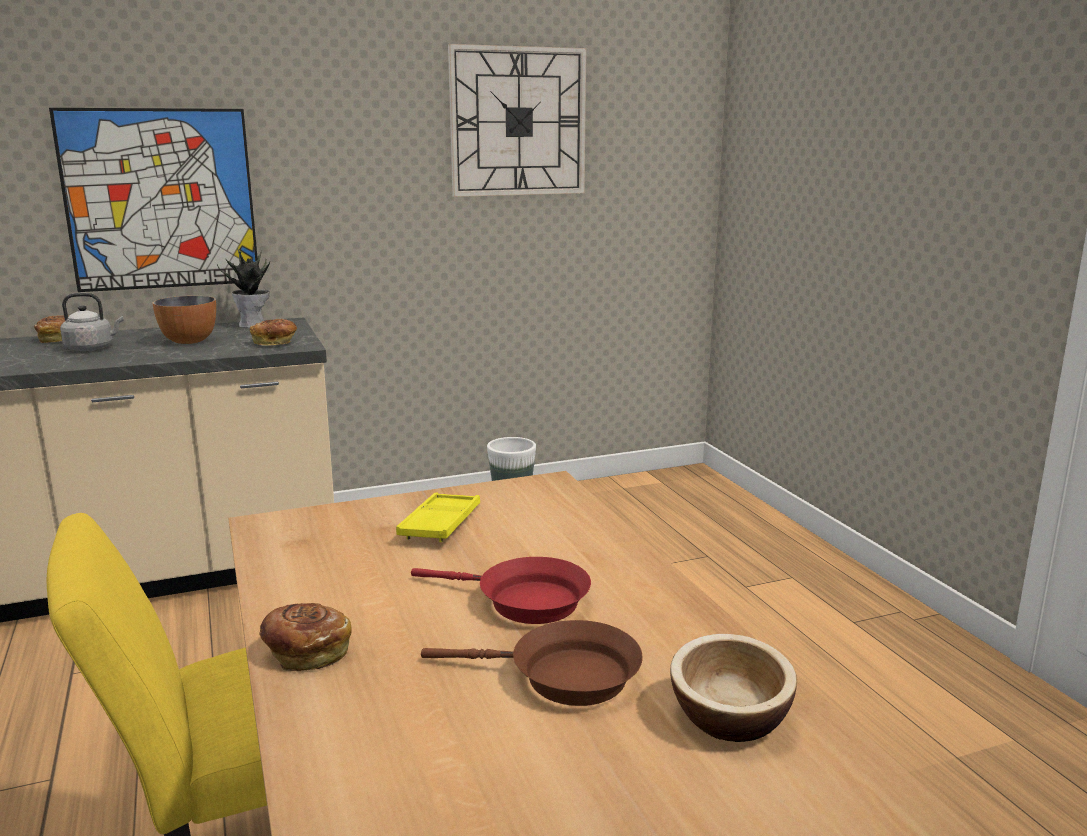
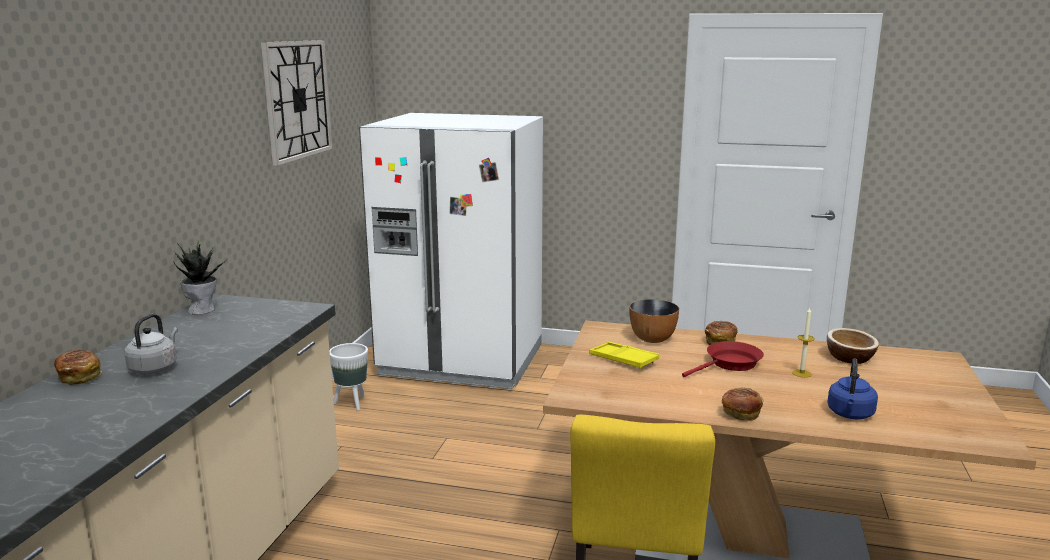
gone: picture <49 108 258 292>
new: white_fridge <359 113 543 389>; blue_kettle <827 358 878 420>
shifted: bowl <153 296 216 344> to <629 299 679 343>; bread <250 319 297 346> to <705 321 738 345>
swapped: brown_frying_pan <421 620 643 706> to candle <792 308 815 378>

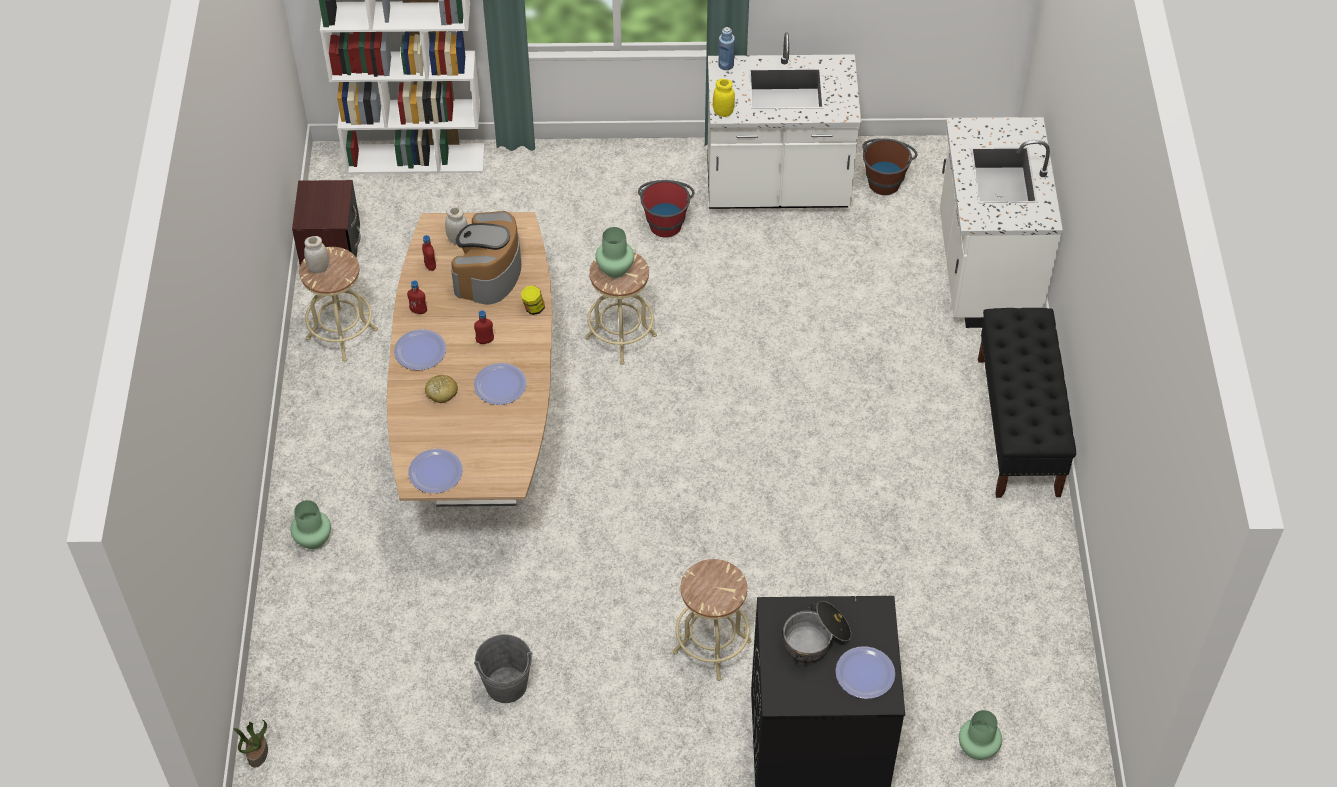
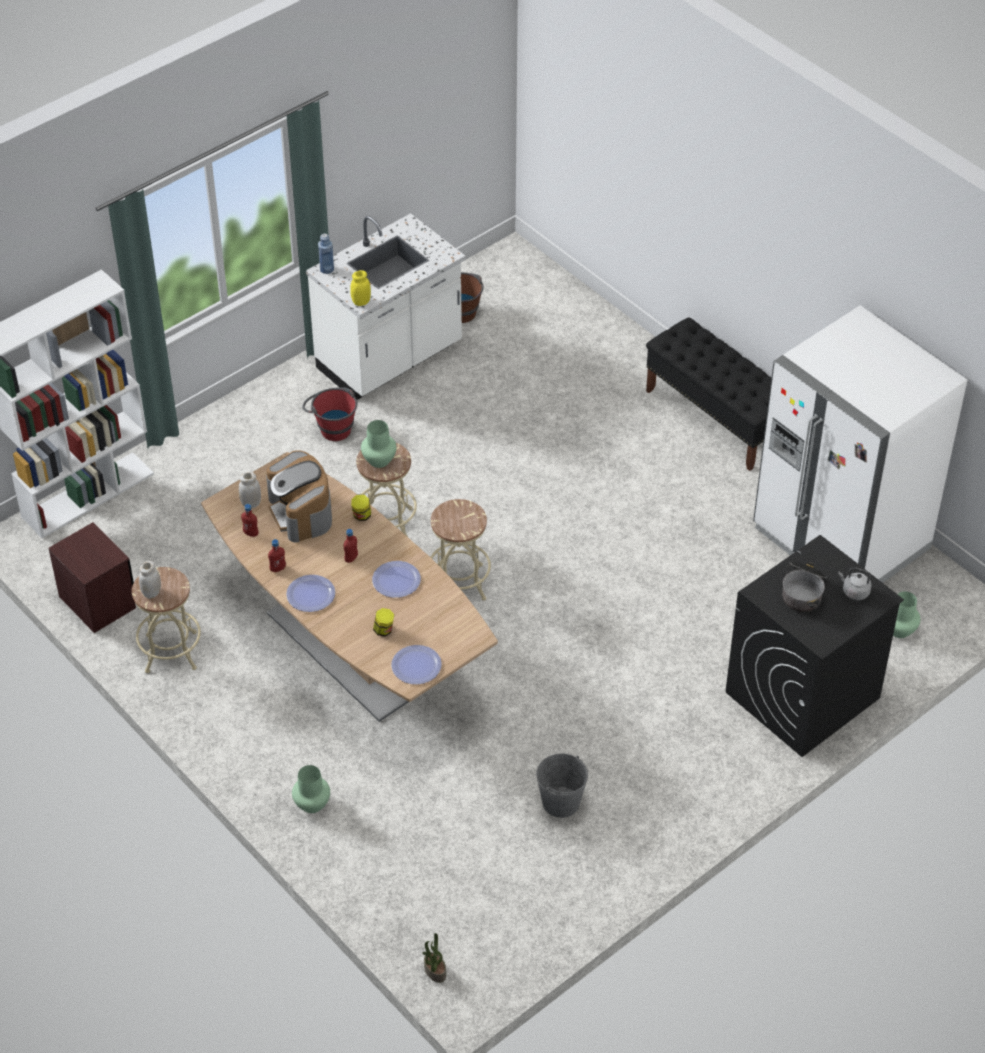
gone: bread <425 375 458 403>; white_counter <940 117 1063 328>
new: jar <373 608 394 637>; white_fridge <753 305 967 583>
shifted: beige_stool <672 559 752 681> to <430 499 491 601>
swapped: plate <836 646 895 699> to grey_kettle <838 567 872 600>

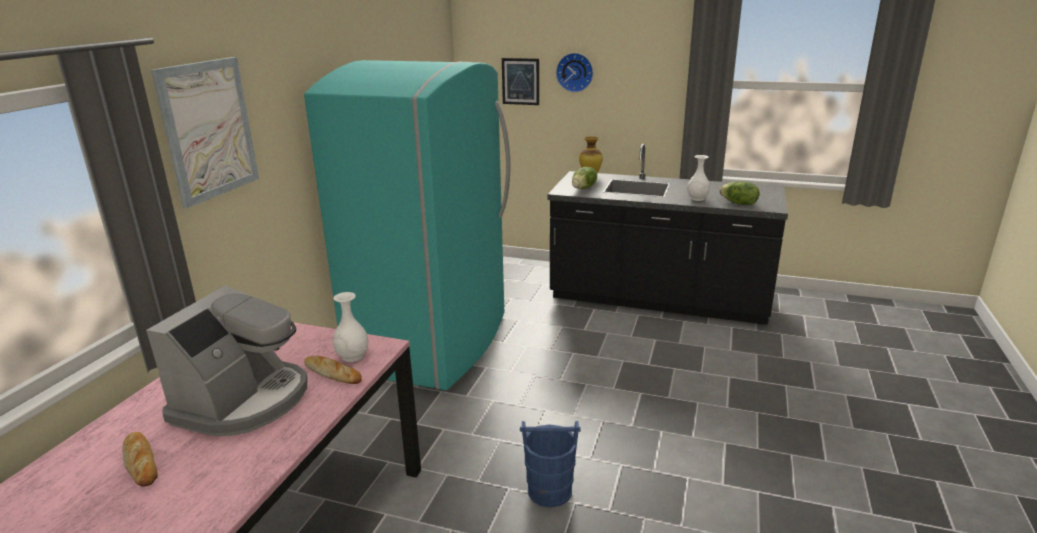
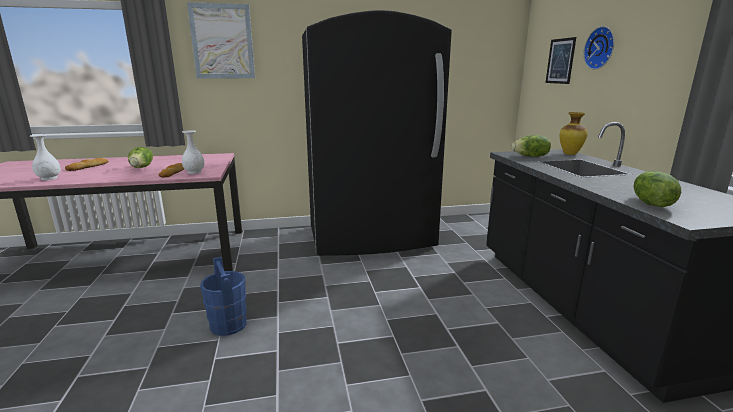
shifted: white_vase <687 155 710 201> to <30 134 61 180>
swapped: coffee_machine <146 286 308 436> to lettuce <128 147 153 168>
repainted: turquoise_fridge <304 60 511 390> to black_fridge <302 10 452 256>

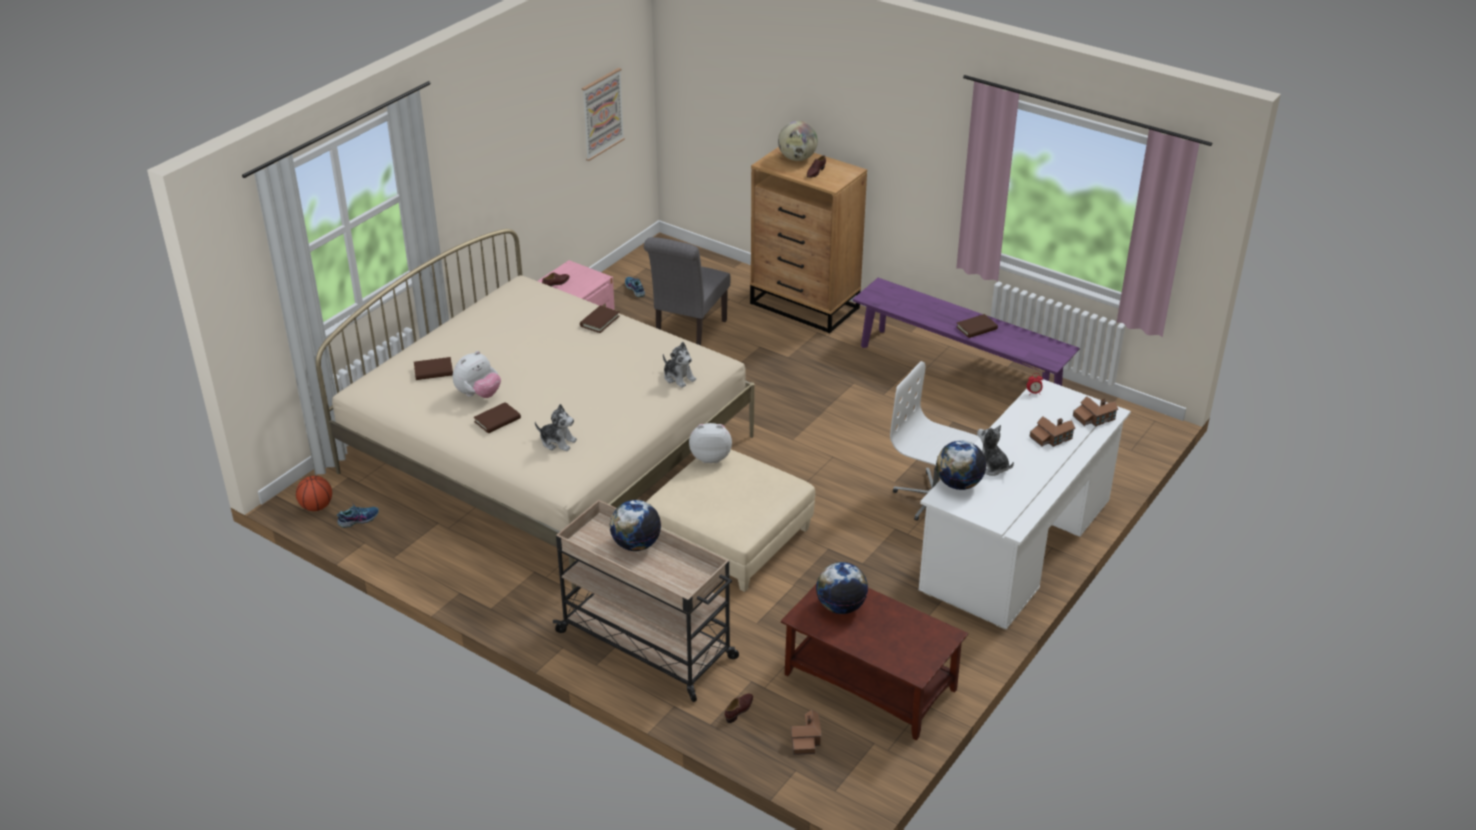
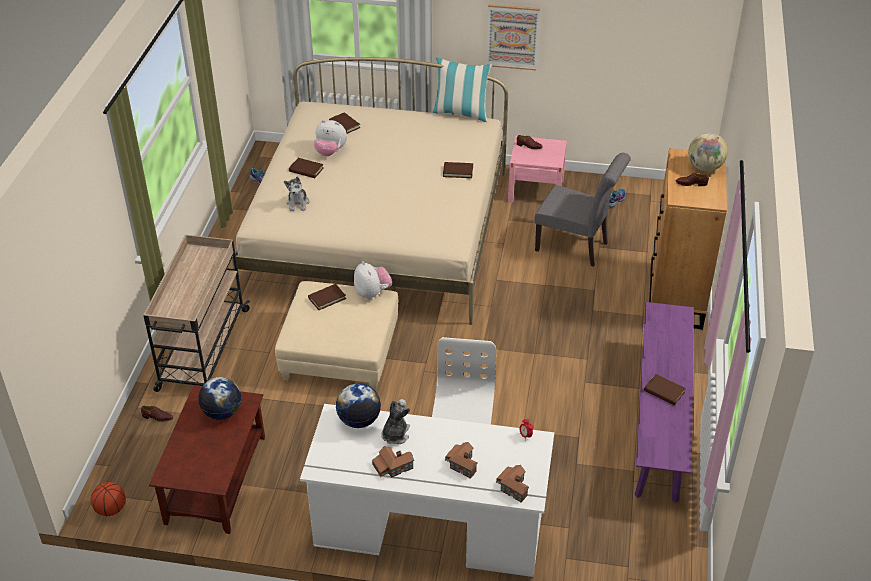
gone: globe <609 500 661 551>; plush_toy <663 342 696 388>
new: brown_book <308 284 346 310>; pillow <433 57 492 122>
shifted: basketball <296 476 332 511> to <91 482 126 516>; picture <582 68 625 161> to <486 4 540 70>; toy_house <791 710 822 755> to <372 446 414 478>
rotated: grey_chair <644 237 730 346> = <535 153 631 267> 150 degrees counterclockwise

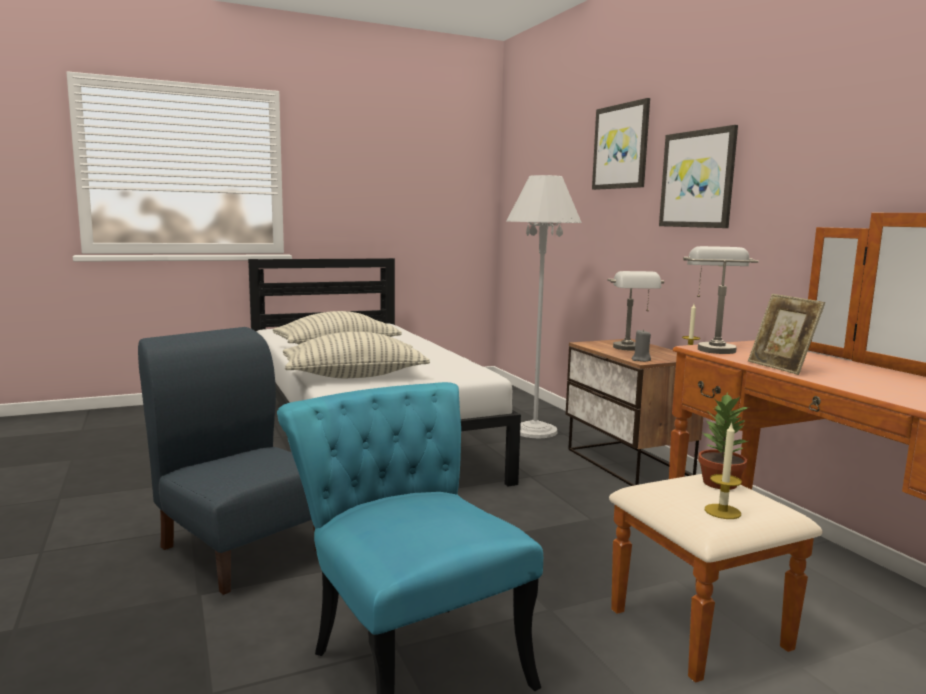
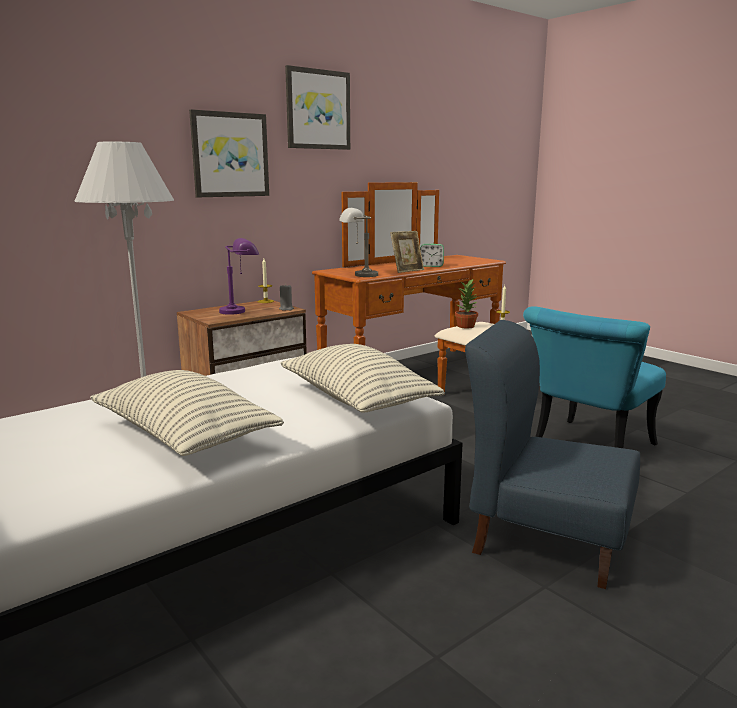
new: alarm_clock <420 244 444 267>
shifted: picture <592 98 650 190> to <285 65 350 150>
repainted: grey_table_lamp <607 271 664 351> to purple_table_lamp <219 238 259 315>
rotated: blue_chair <138 327 316 595> = <465 320 640 589> 90 degrees clockwise

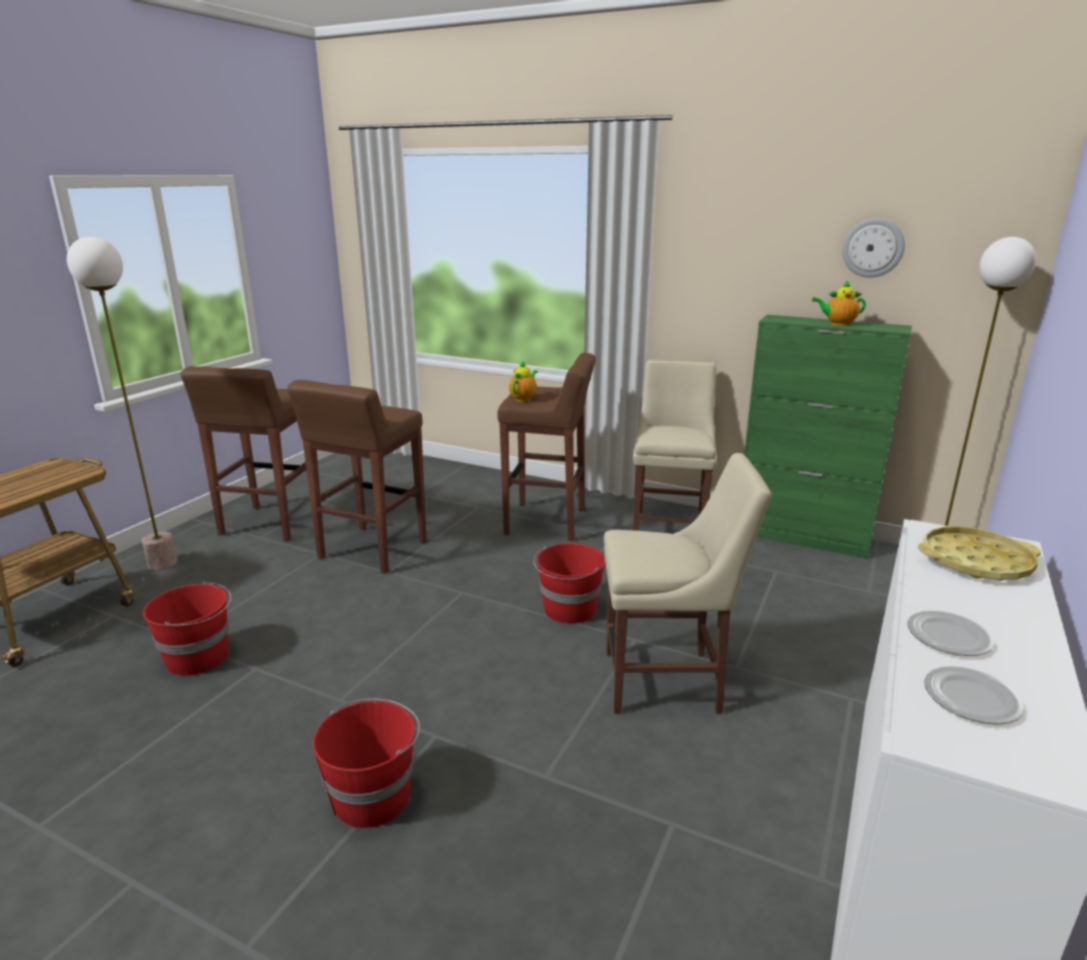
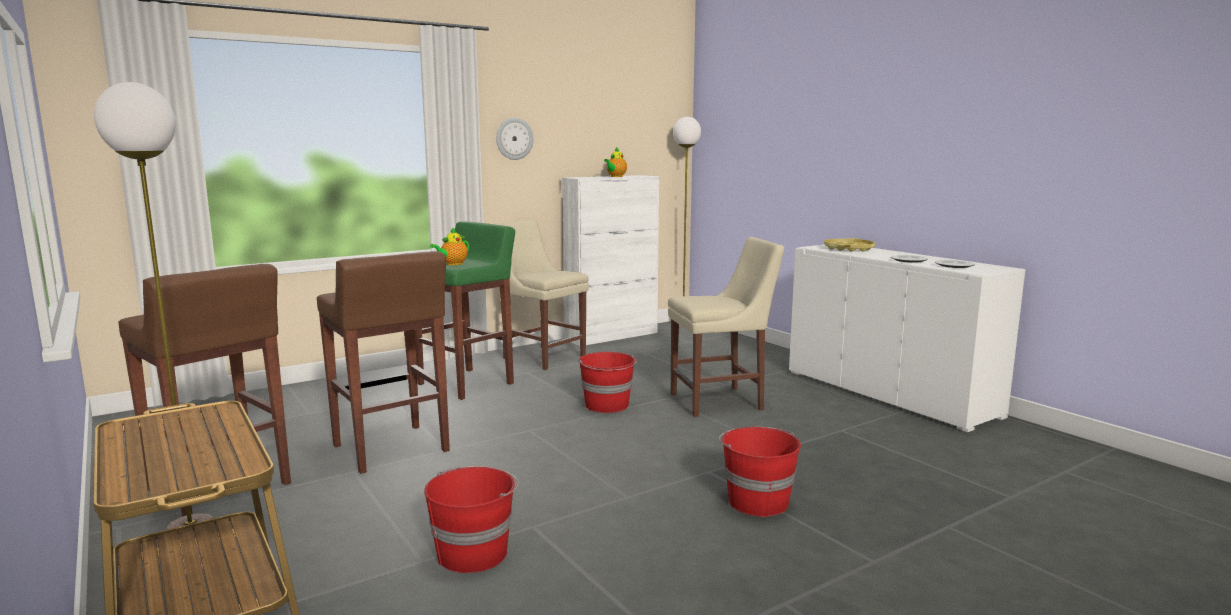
shifted: wall_clock <842 218 905 278> to <496 118 533 160>
repainted: brown_stool <497 353 596 541> to green_stool <415 221 515 400>; green_cabinet <744 315 912 559> to white_cabinet <562 175 659 346>
rotated: teapot <509 361 538 402> = <430 227 469 265> 105 degrees counterclockwise; beige_chair <604 453 772 714> = <668 237 784 417> 45 degrees clockwise

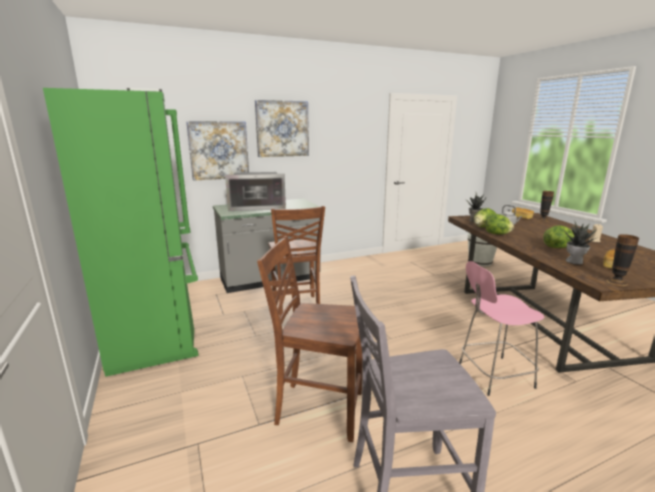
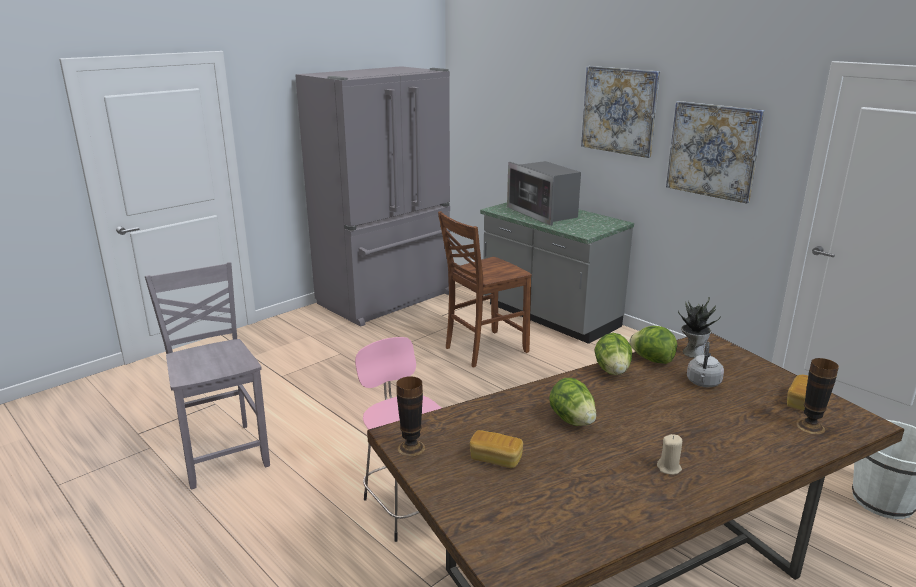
gone: brown_chair <257 236 362 442>; potted_plant <564 220 597 264>
shifted: picture <186 121 249 181> to <666 101 765 204>
repainted: green_fridge <43 88 199 377> to grey_fridge <295 66 450 327>

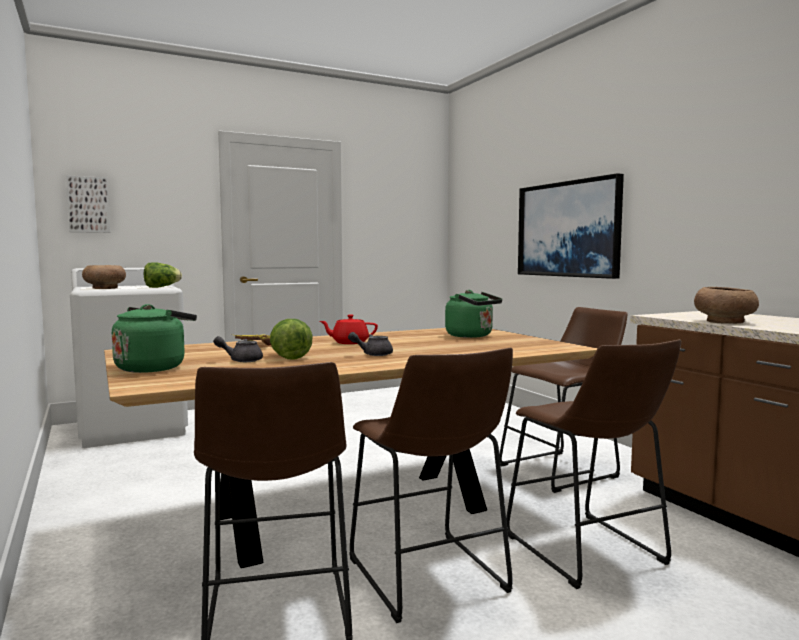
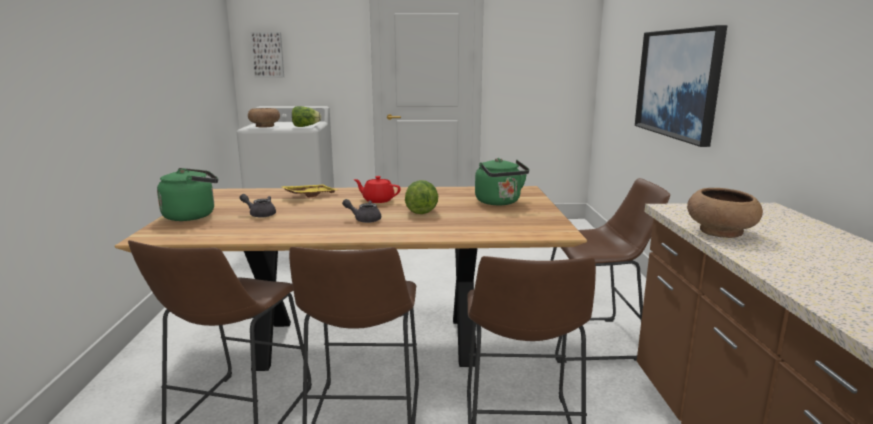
shifted: lettuce <270 319 313 360> to <405 180 438 214>

